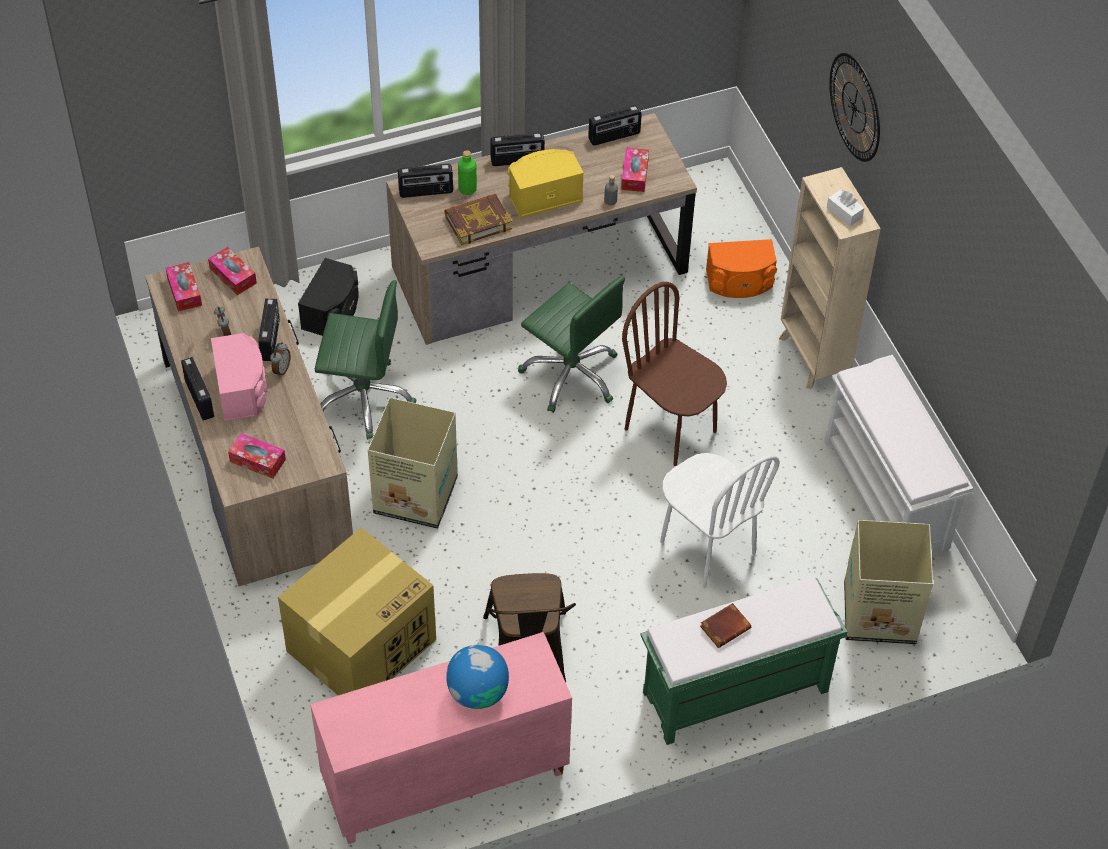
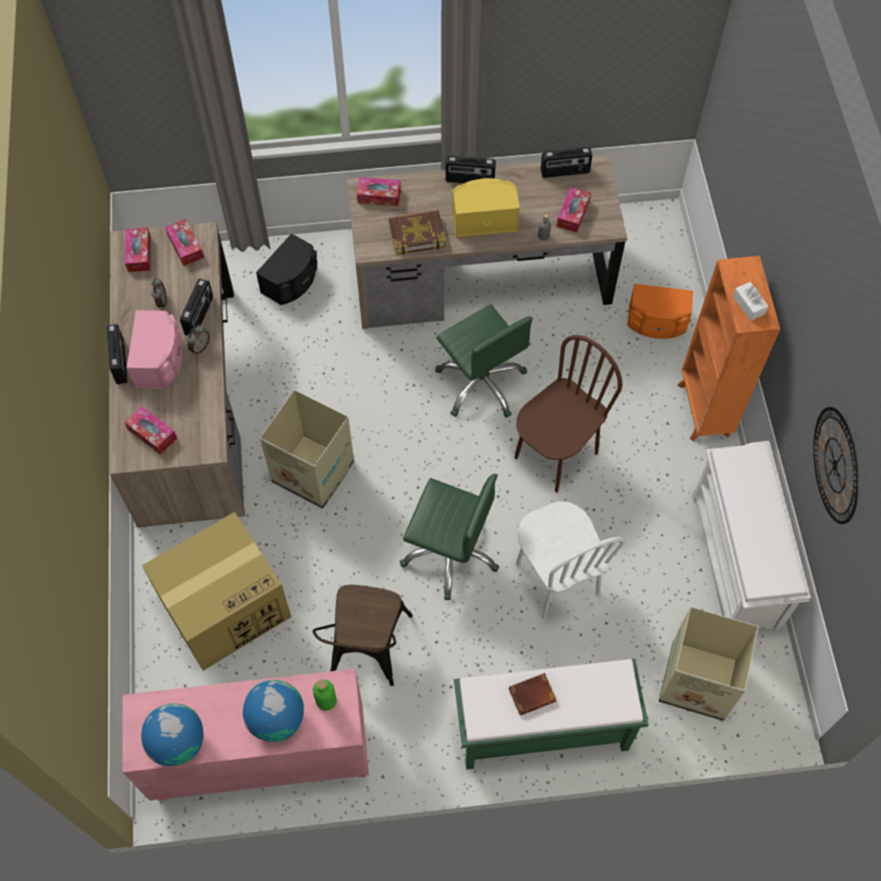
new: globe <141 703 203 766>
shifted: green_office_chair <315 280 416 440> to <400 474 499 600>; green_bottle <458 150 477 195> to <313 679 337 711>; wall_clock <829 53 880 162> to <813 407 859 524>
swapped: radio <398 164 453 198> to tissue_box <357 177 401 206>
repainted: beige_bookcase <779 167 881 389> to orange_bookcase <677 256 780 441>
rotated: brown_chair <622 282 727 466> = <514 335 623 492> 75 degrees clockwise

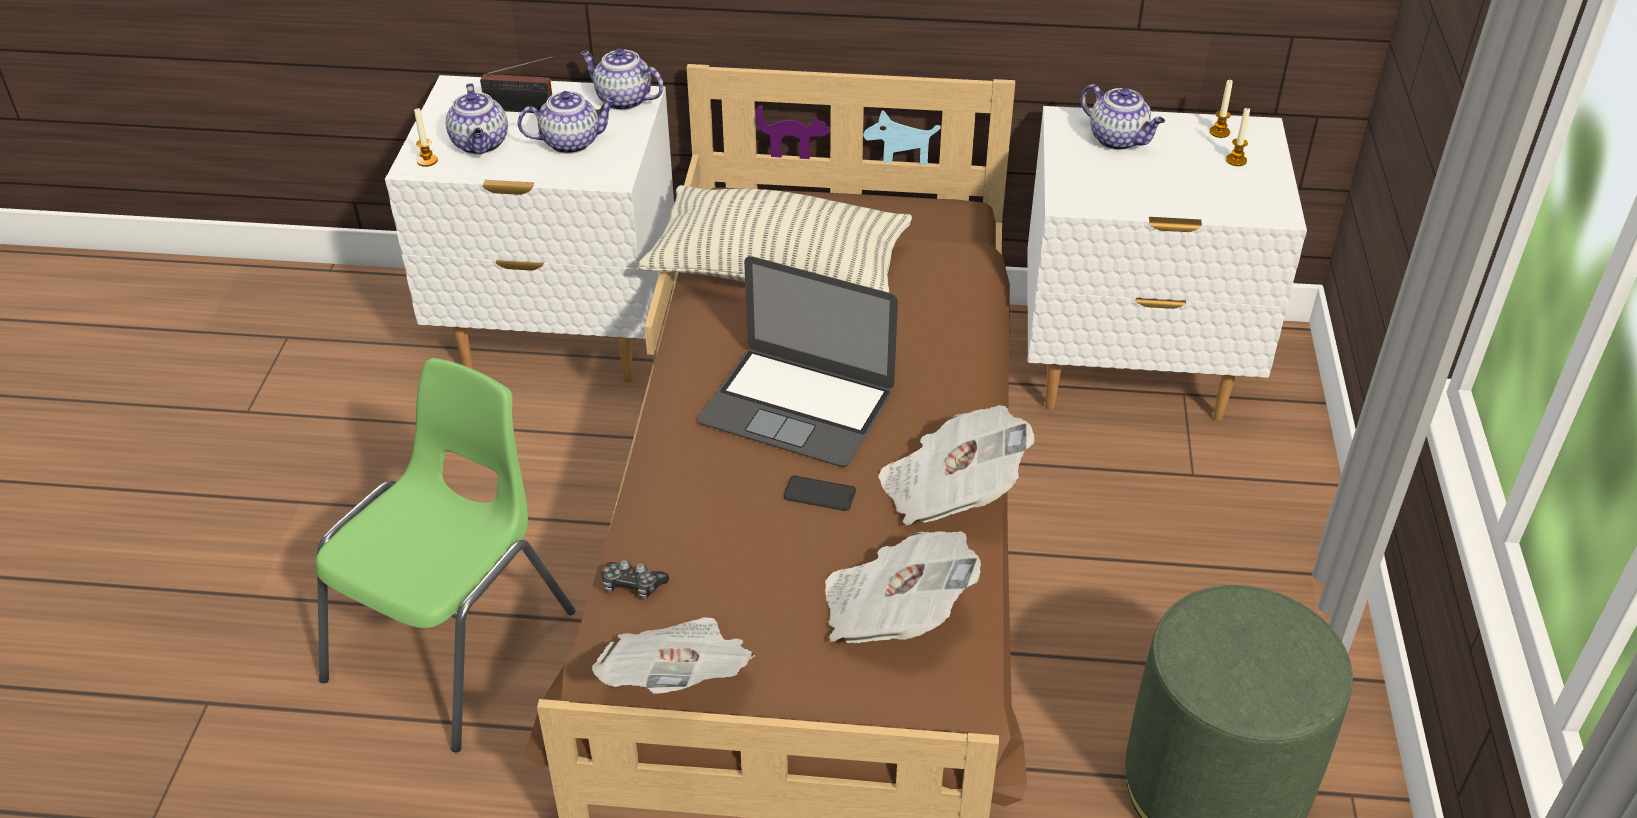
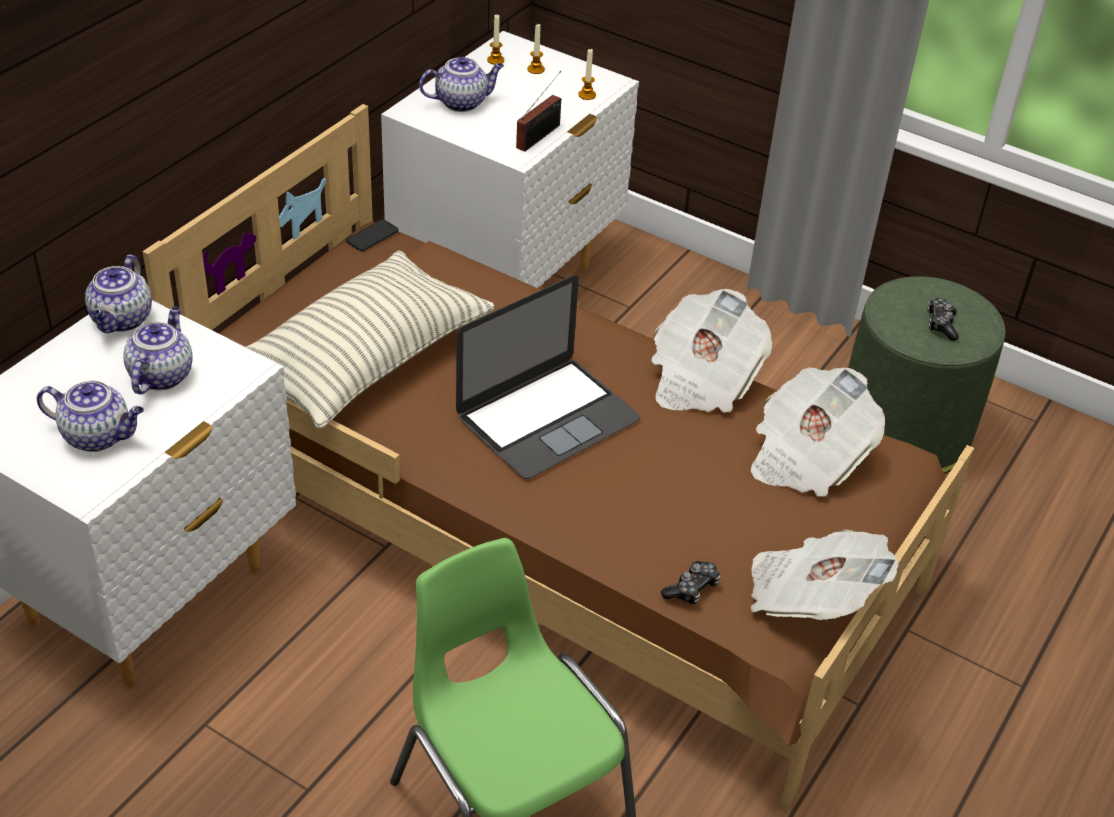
new: game_controller <927 298 959 341>
shifted: candle <414 108 438 167> to <578 48 596 100>; radio <480 56 555 113> to <516 71 561 152>; phone <783 476 856 511> to <346 219 399 251>
rotated: teapot <580 49 664 111> = <85 255 152 333> 45 degrees counterclockwise

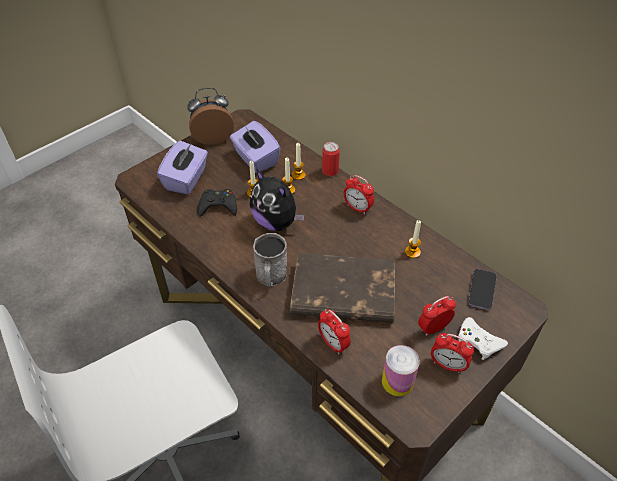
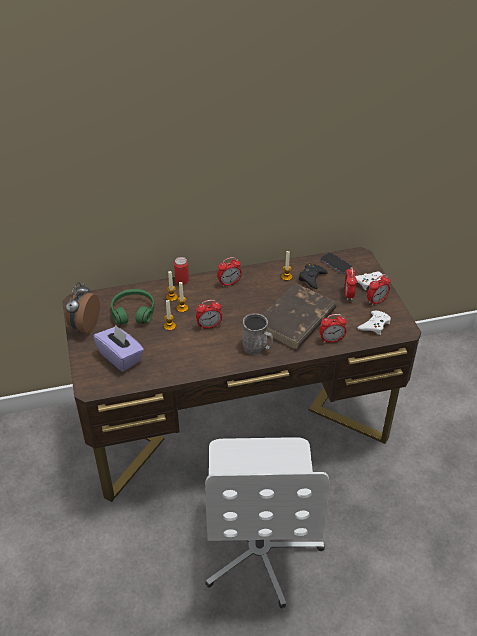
shifted: black_game_controller <197 189 237 217> to <299 264 328 289>
swapped: purple_tissue_box <230 121 281 173> to green_headphones <111 289 154 325>; plush_toy <250 170 305 231> to alarm_clock <196 300 222 329>; can <382 345 420 396> to white_game_controller <358 310 391 335>

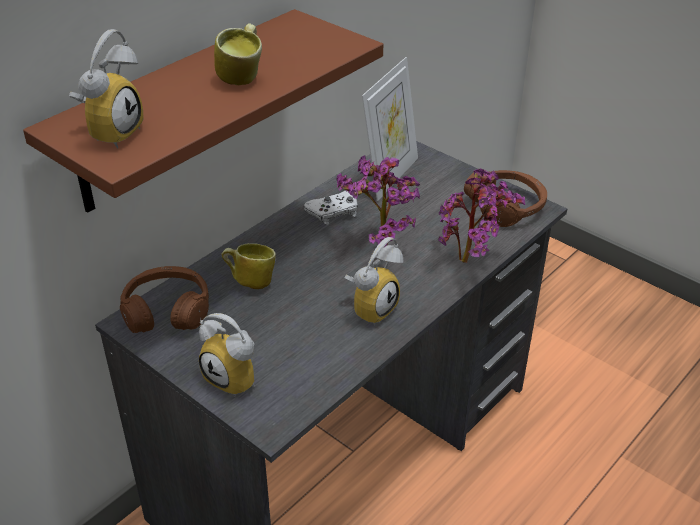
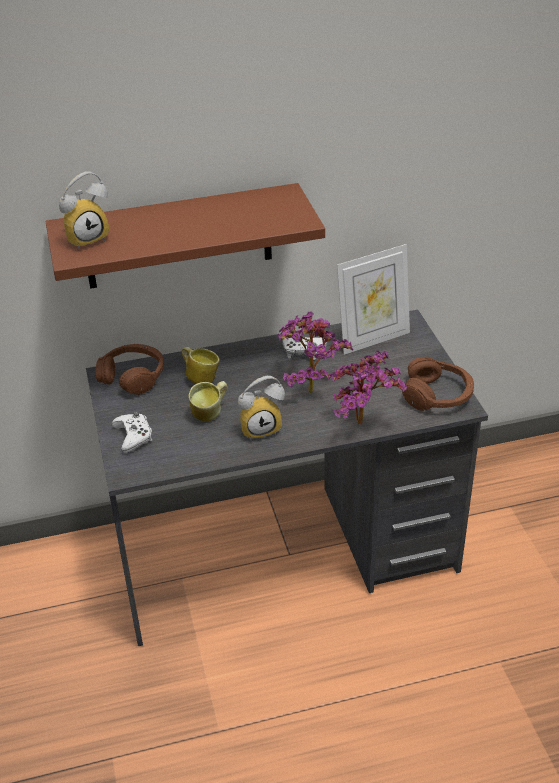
shifted: mug <214 23 262 85> to <189 381 228 421>
swapped: alarm_clock <199 313 255 397> to white_game_controller <112 412 153 453>

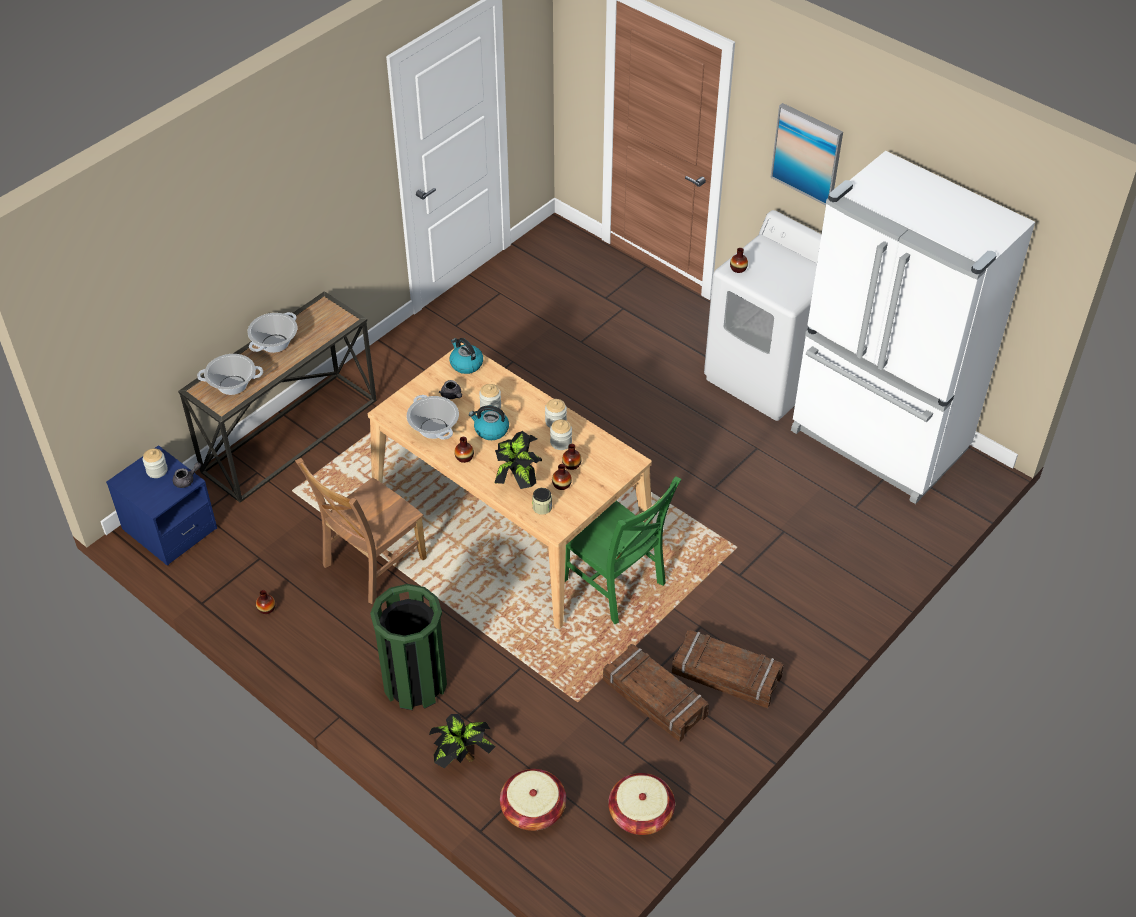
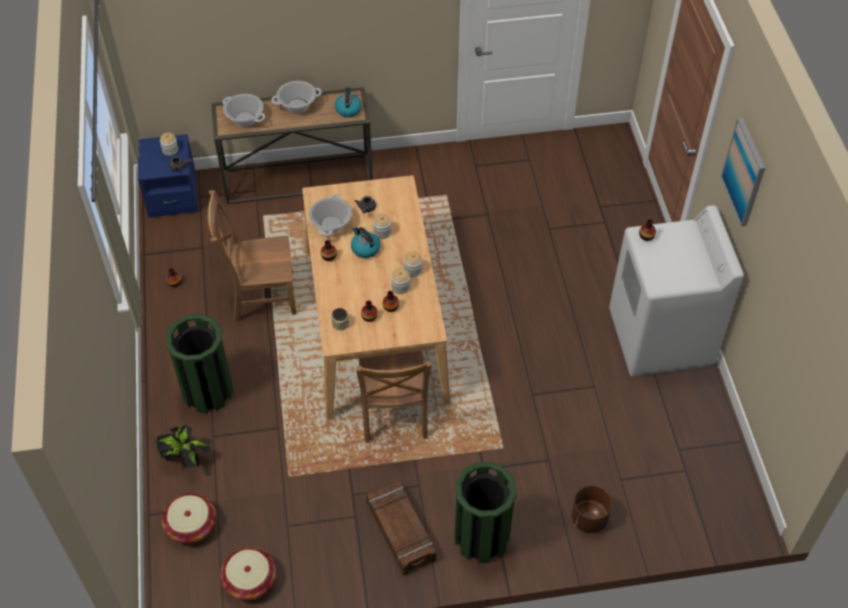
gone: potted_plant <494 431 542 489>; crate <603 644 709 742>; white_fridge <791 151 1035 504>
new: green_trash_can <454 462 517 563>; brown_planter <571 486 612 533>
shifted: kettle <450 338 483 374> to <335 87 362 117>
repainted: green_chair <565 476 681 624> to brown_chair <356 351 432 443>

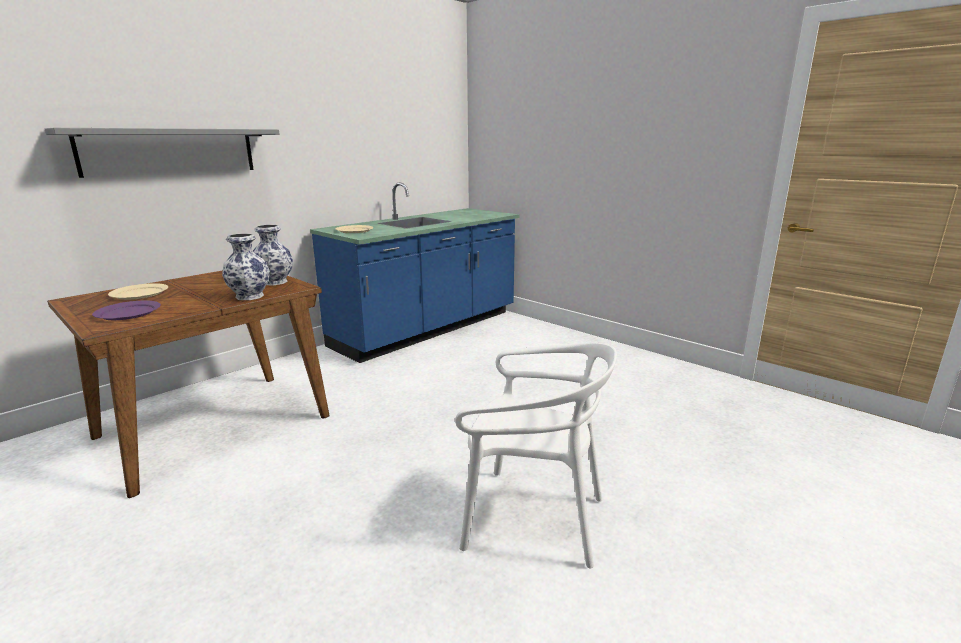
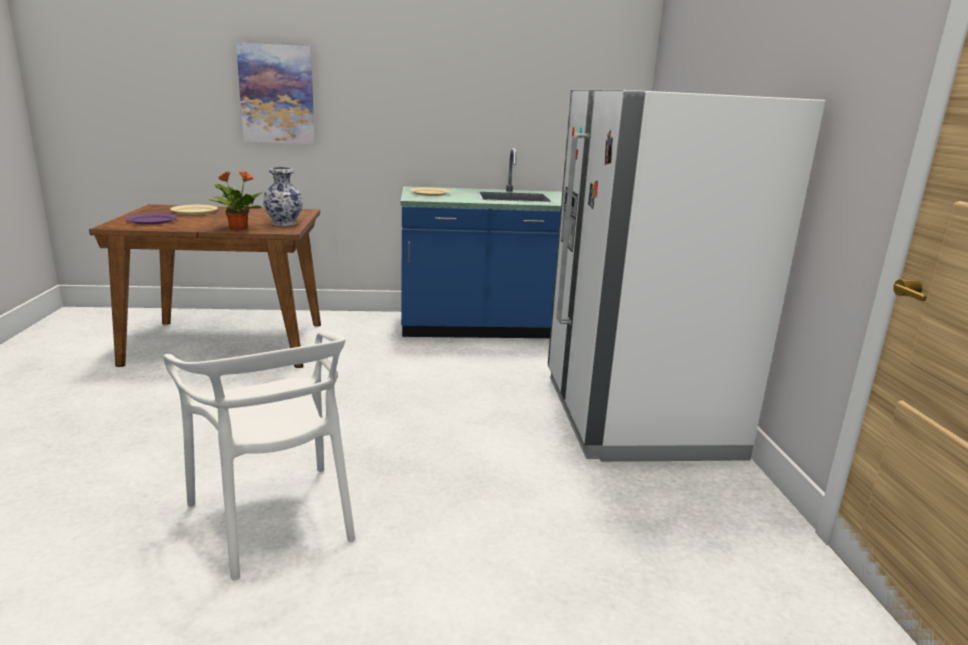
new: white_fridge <548 90 825 462>
swapped: grey_shelf <45 128 280 178> to picture <236 42 315 144>; vase <222 233 270 300> to potted_plant <209 171 263 230>

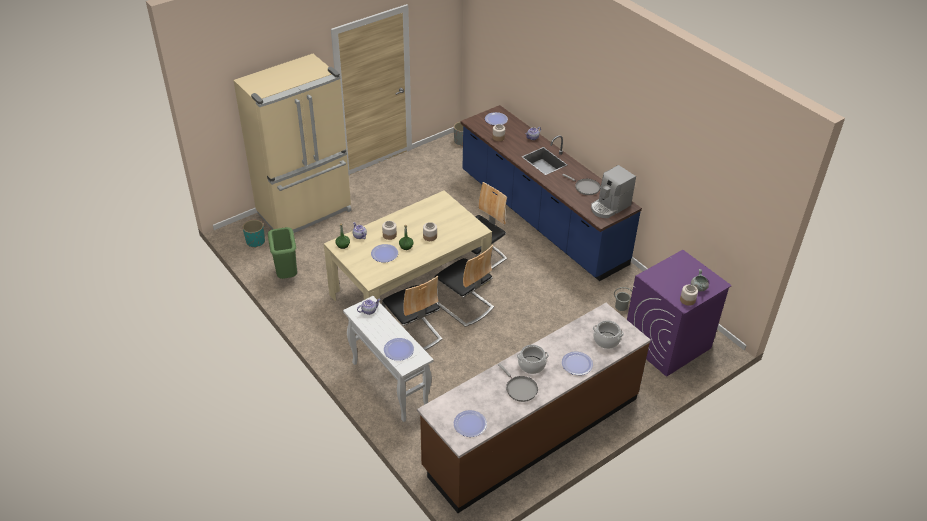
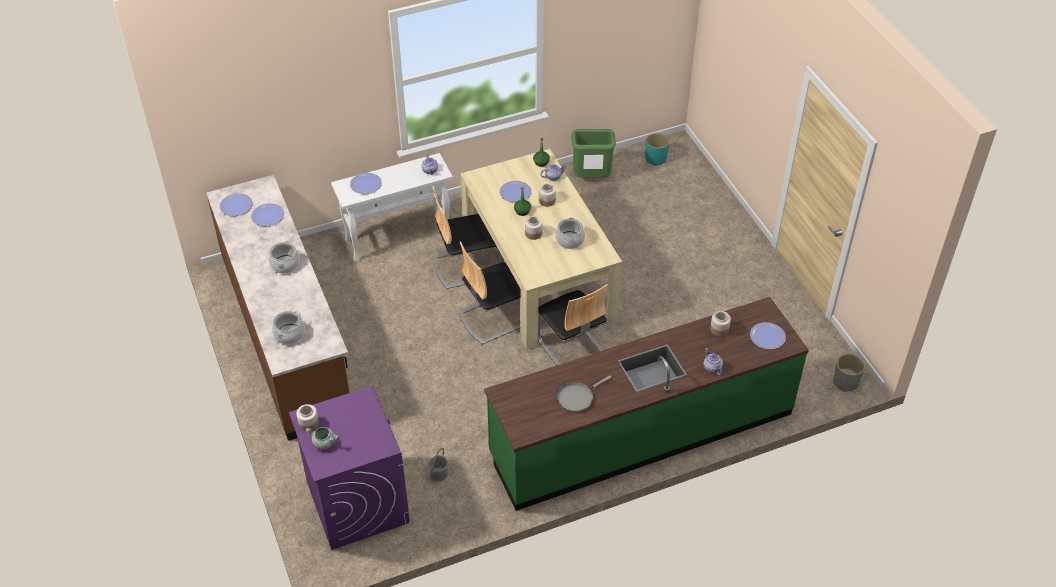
gone: beige_fridge <233 54 352 233>; grey_frying_pan <498 363 538 402>; coffee_machine <591 165 636 218>
new: cooking_pot <555 217 585 249>
shifted: plate <562 352 593 375> to <251 203 284 226>
repainted: blue_counter <460 105 642 281> to green_counter <484 297 809 511>

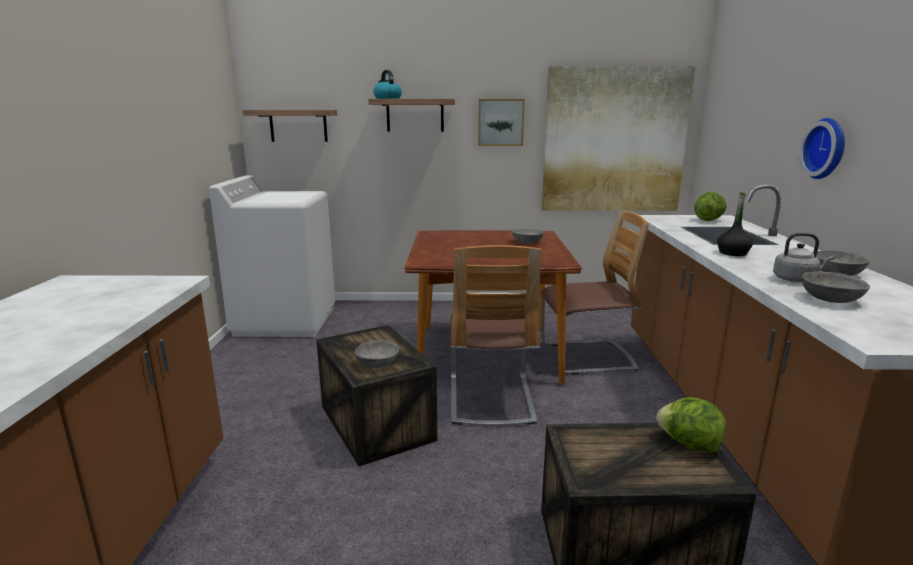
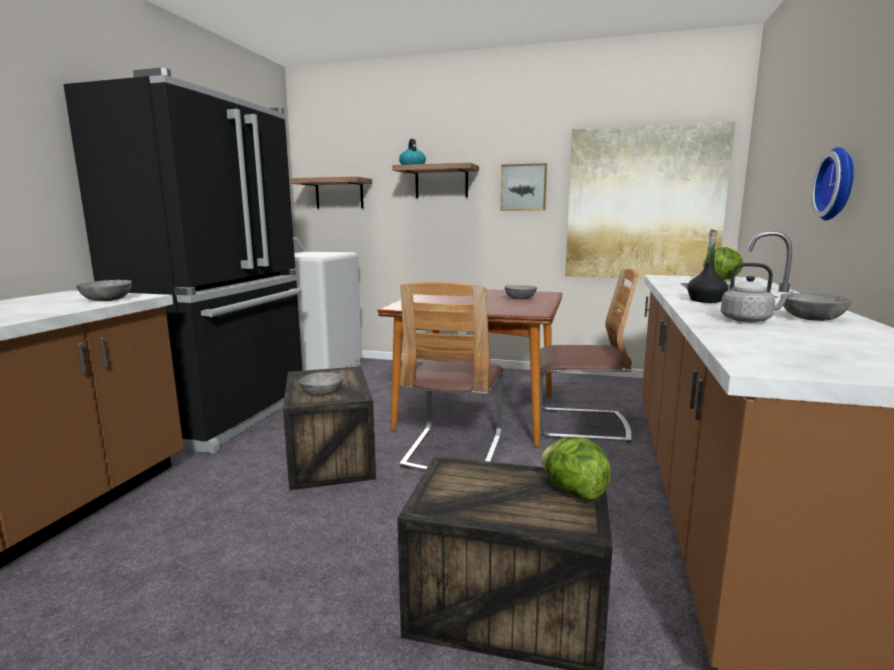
new: black_fridge <63 68 303 454>
shifted: grey_bowl <802 272 870 303> to <76 280 132 301>

